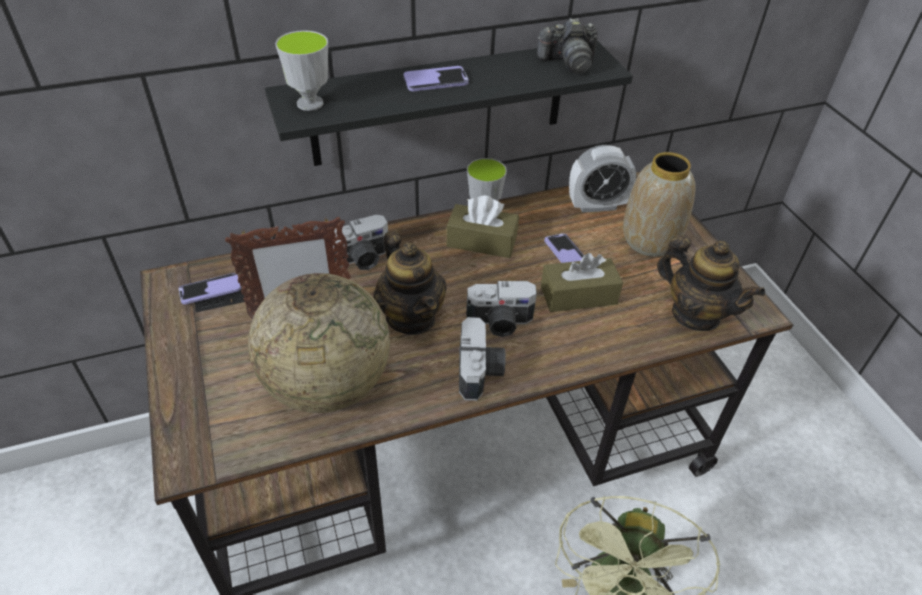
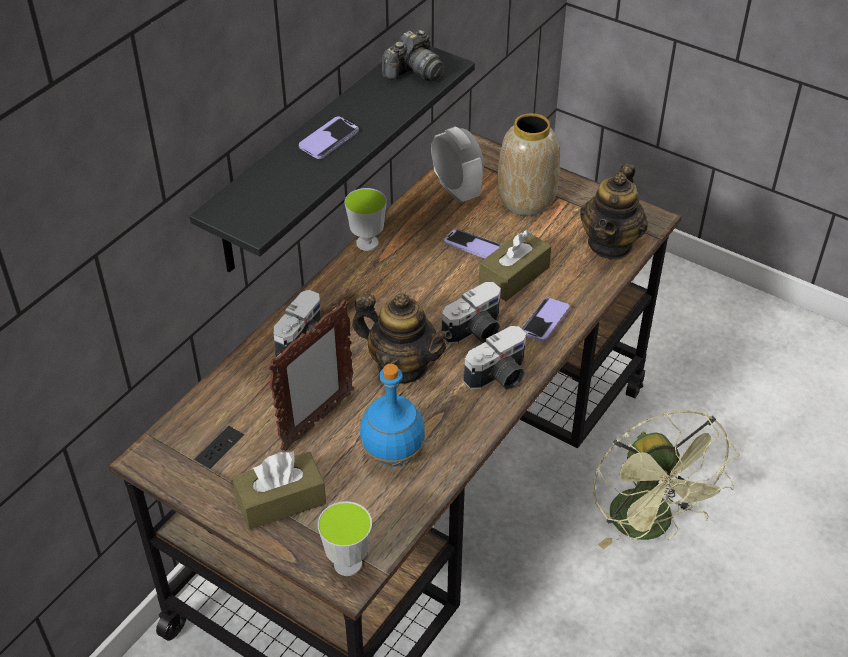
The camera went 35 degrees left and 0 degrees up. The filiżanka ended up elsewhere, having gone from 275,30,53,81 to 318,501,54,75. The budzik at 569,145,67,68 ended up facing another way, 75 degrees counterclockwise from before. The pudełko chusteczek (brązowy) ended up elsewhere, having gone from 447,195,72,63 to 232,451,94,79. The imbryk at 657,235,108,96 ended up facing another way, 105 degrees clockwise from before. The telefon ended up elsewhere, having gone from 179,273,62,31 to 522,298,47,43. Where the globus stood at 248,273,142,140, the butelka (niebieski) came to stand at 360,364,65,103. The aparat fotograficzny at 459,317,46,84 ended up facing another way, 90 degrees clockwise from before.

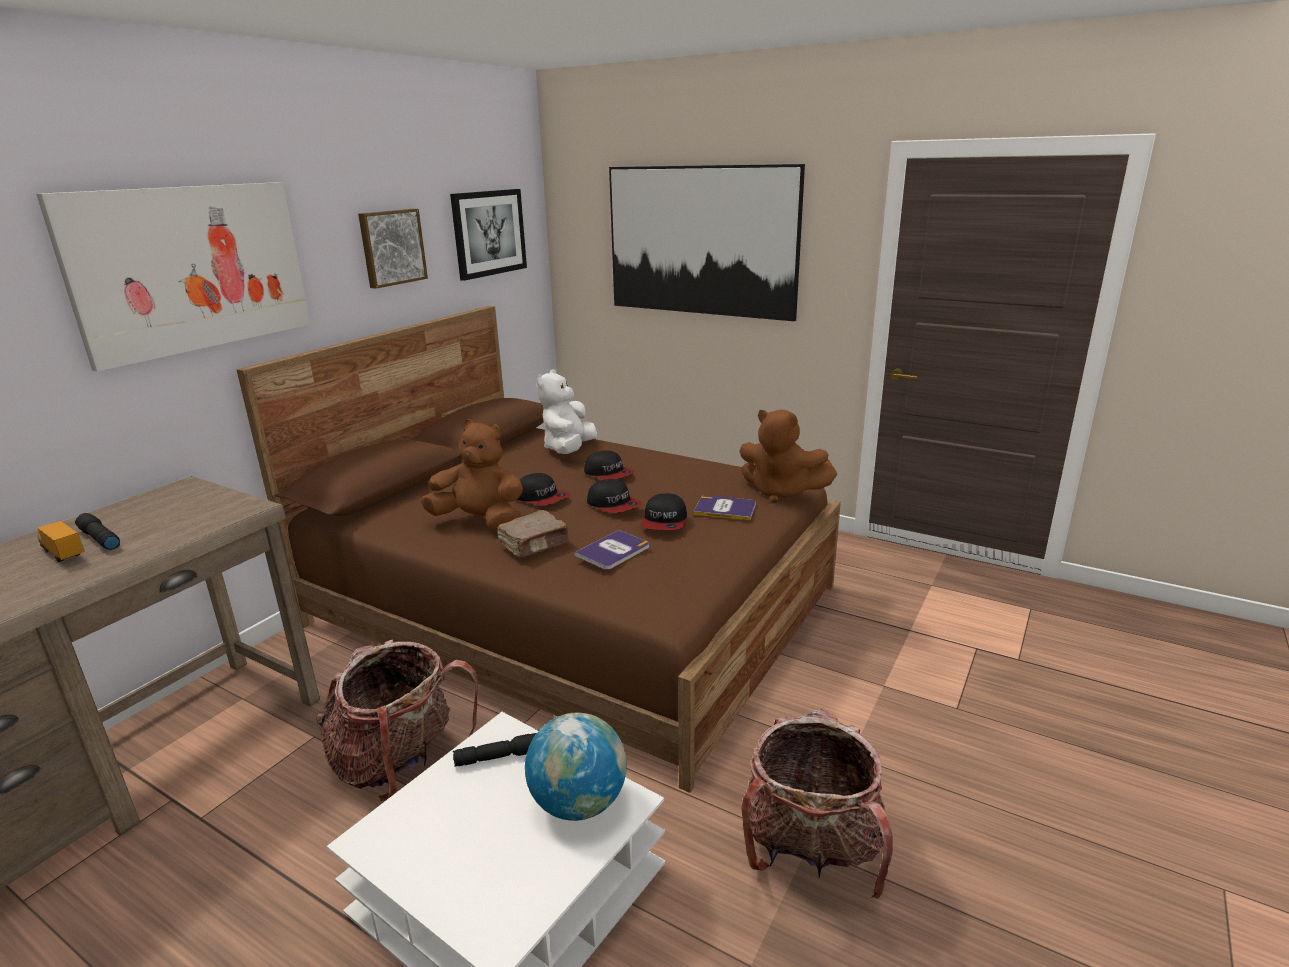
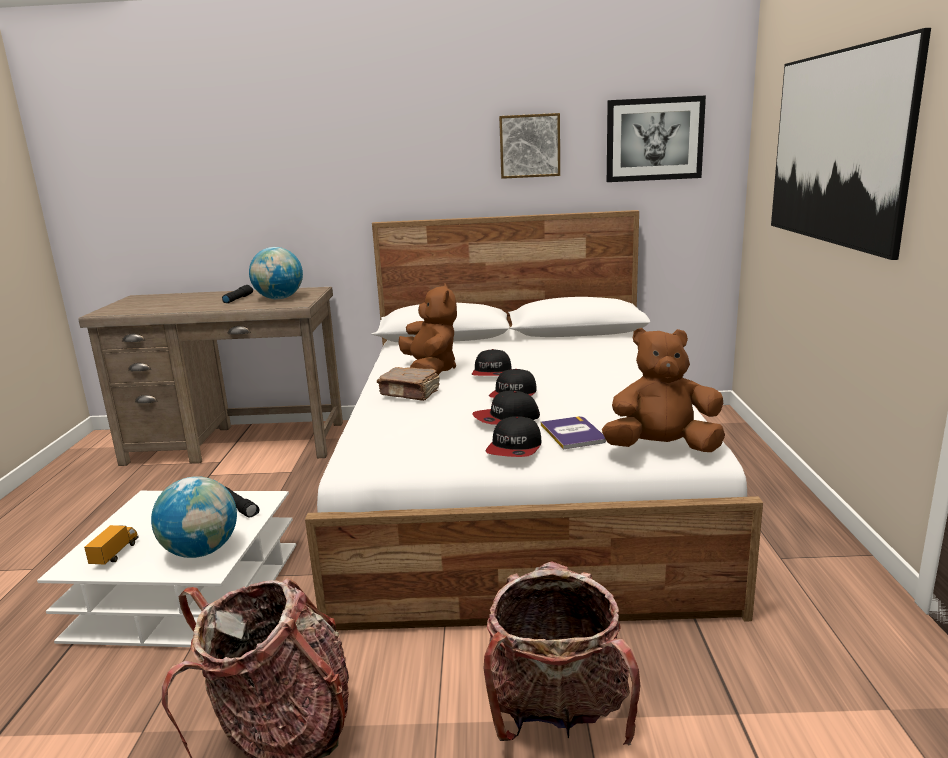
The camera went 60 degrees right and 5 degrees down. The second view lost the obraz at 36,182,275,190. What was the łóżko (brązowy) at 236,306,605,487 turned into the łóżko (biały) at 305,210,458,420. The second view lost the pluszak (biały) at 536,370,61,84. The pluszak (brązowy) at 739,409,98,94 ended up facing another way, 90 degrees clockwise from before. The czapka z daszkiem ended up elsewhere, having gone from 584,450,50,30 to 485,417,56,40. The ciężarówka zabawkowa ended up elsewhere, having gone from 38,521,47,41 to 84,525,55,39. The second view lost the książka at 575,530,74,40. The plecak ended up elsewhere, having gone from 316,639,162,162 to 483,561,157,184. The second view gained the globus at 249,247,54,52.

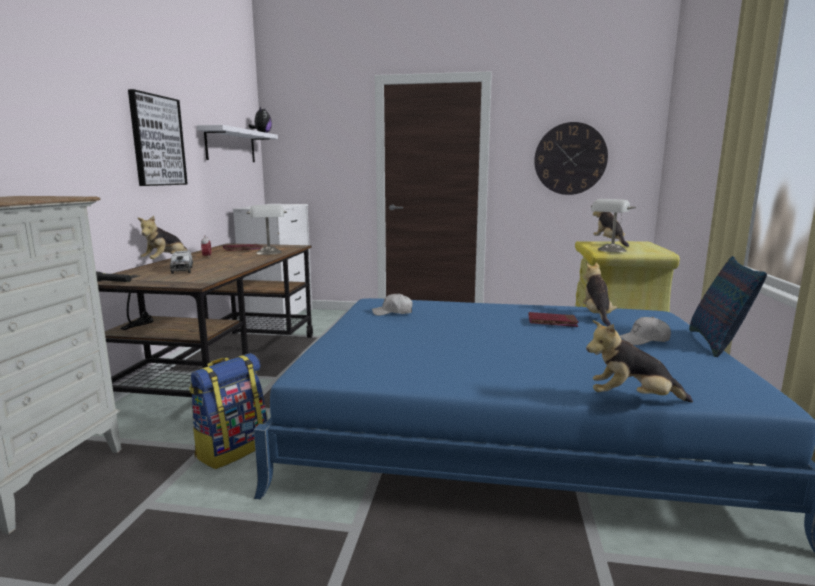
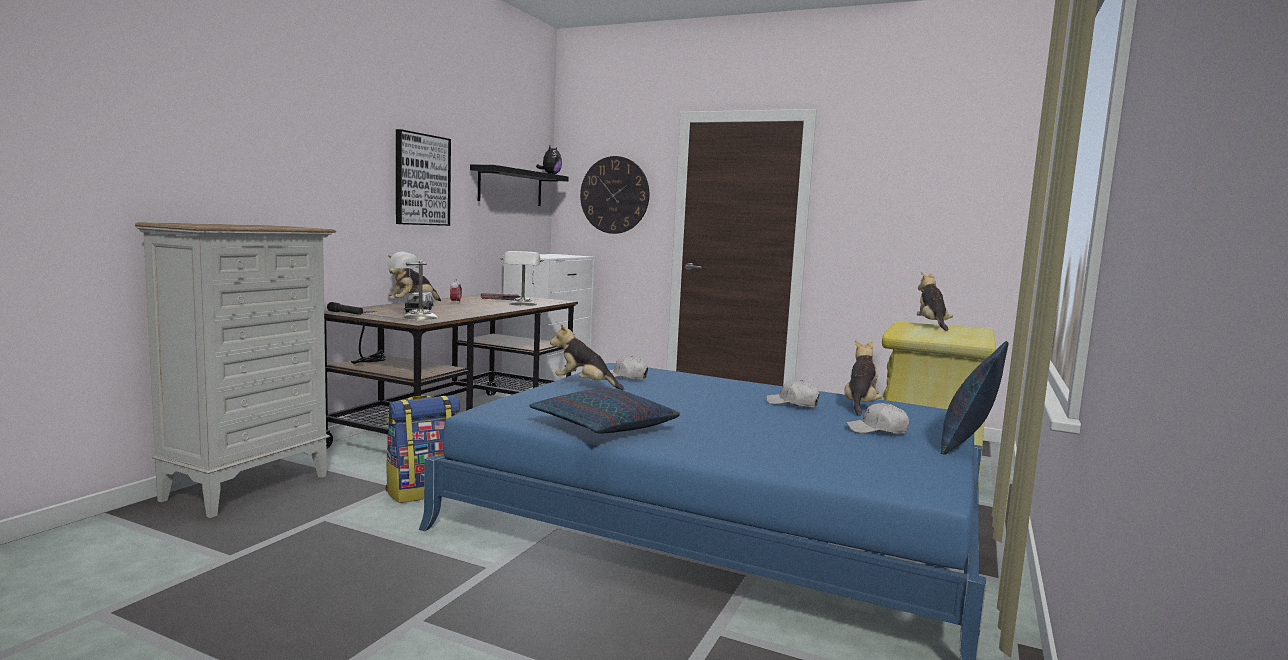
The camera went 15 degrees right and 5 degrees down. The zegar ścienny ended up elsewhere, having gone from 534,122,74,73 to 580,156,69,78. What was the półka (biały) at 197,125,81,37 turned into the półka (czarny) at 470,164,99,42. The lampa stołowa (biały) ended up elsewhere, having gone from 591,199,45,53 to 387,252,51,68. Where the książka (czerwony) stood at 528,312,51,15, the czapka z daszkiem (biały) came to stand at 766,380,53,27. The pluszak ended up elsewhere, having gone from 586,320,107,83 to 550,324,74,67. The second view gained the poduszka (niebieski) at 529,388,151,45.

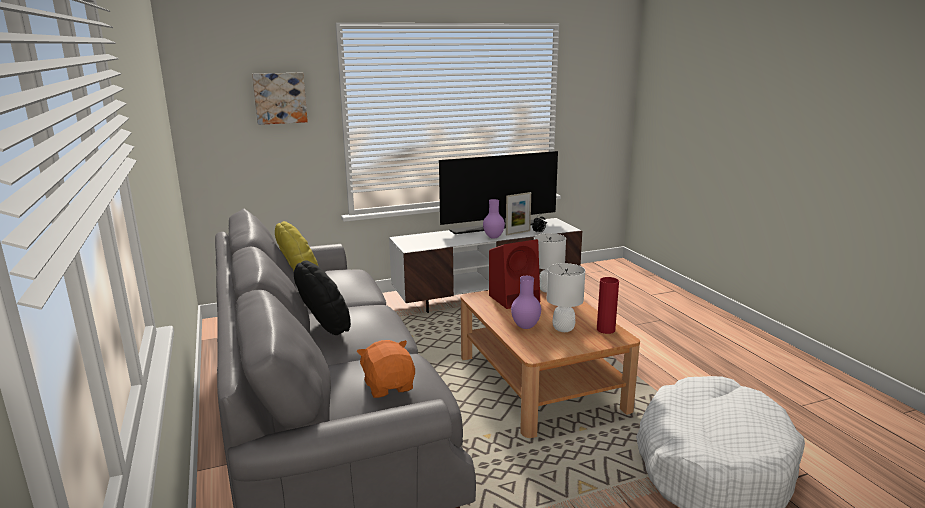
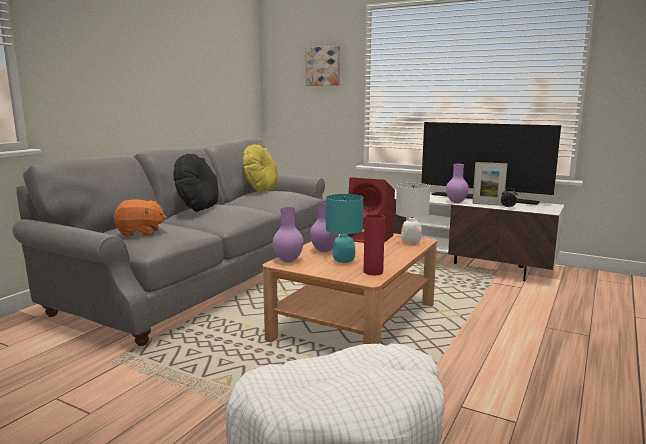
The camera went 50 degrees right and 5 degrees down. What was the lampa stołowa (biały) at 547,263,38,69 turned into the lampa stołowa (turkusowy) at 326,194,37,69. The pluszak (pomarańczowy) at 357,340,58,58 ended up facing another way, 60 degrees clockwise from before. The second view gained the wazon (fioletowy) at 273,207,31,55.

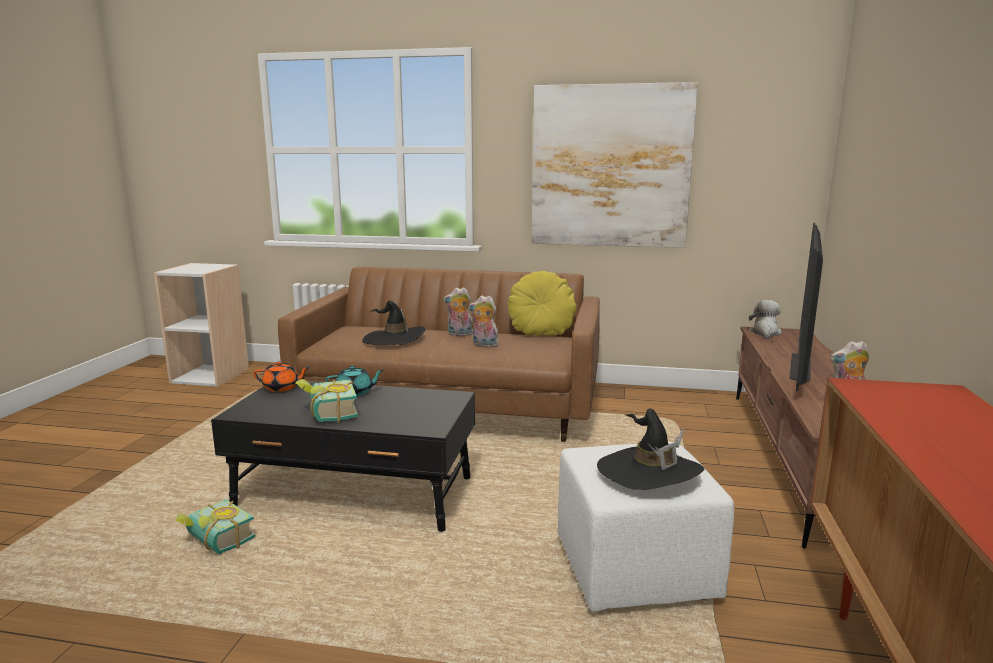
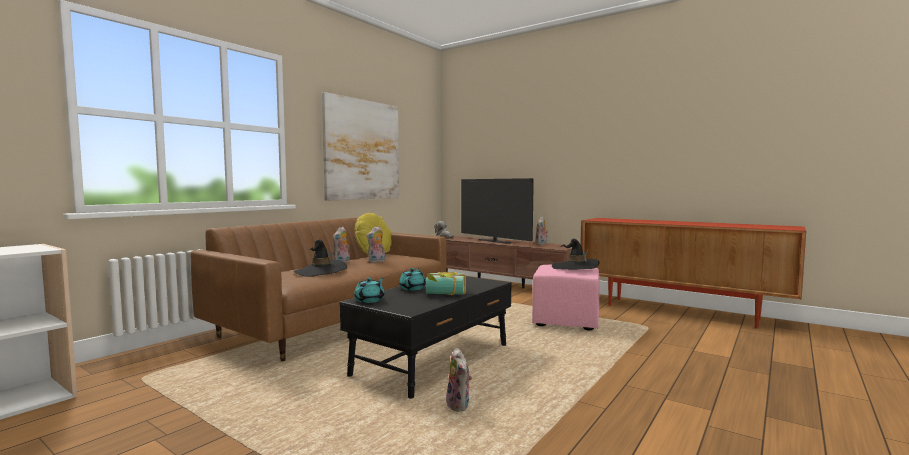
The camera went 65 degrees left and 10 degrees down. What was the imbryk (pomarańczowy) at 253,361,57,31 turned into the imbryk (turkusowy) at 354,277,31,26. What was the pufa (biały) at 558,442,176,170 turned into the pufa (różowy) at 532,265,68,66. Where the książka stood at 175,499,81,55, the pluszak came to stand at 446,348,26,64.

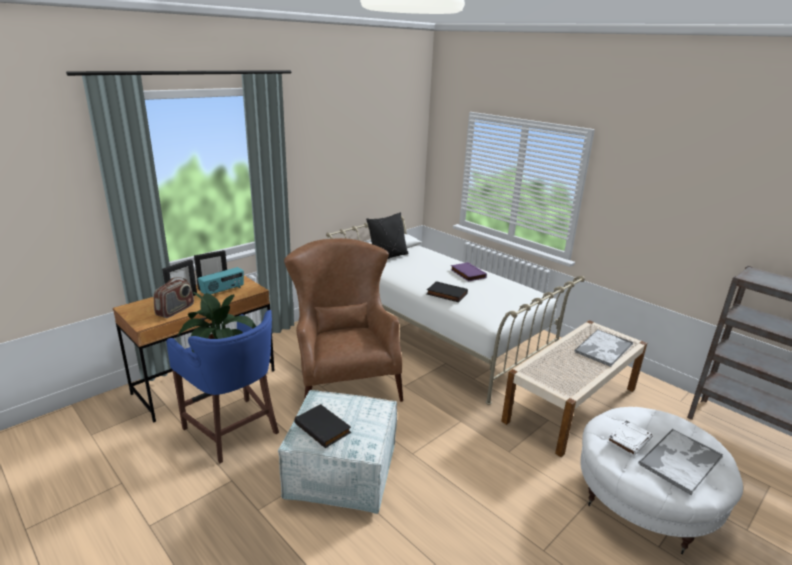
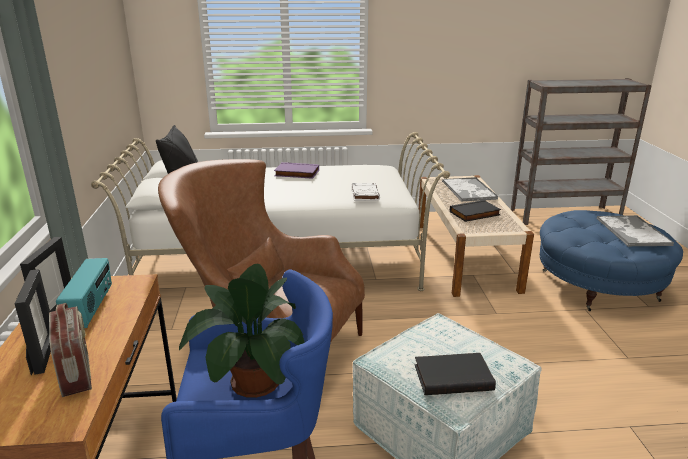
The camera went 50 degrees left and 0 degrees up. The książka (czarny) ended up elsewhere, having gone from 427,281,41,21 to 450,200,51,22. What was the pufa (biały) at 580,407,163,147 turned into the pufa (niebieski) at 540,210,143,101. The książka (biały) ended up elsewhere, having gone from 607,420,45,36 to 352,183,28,18.

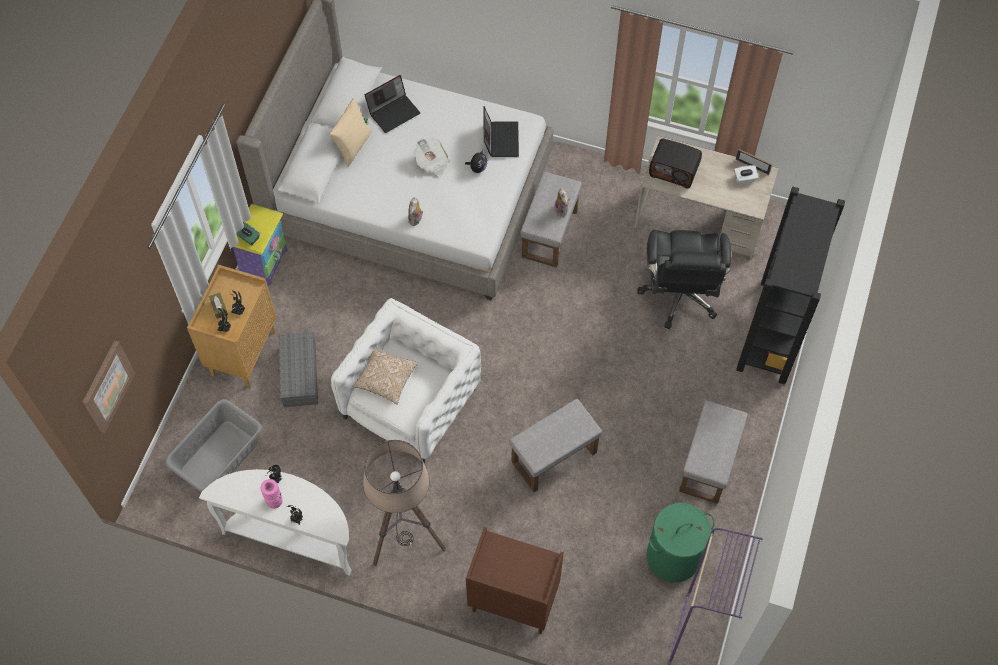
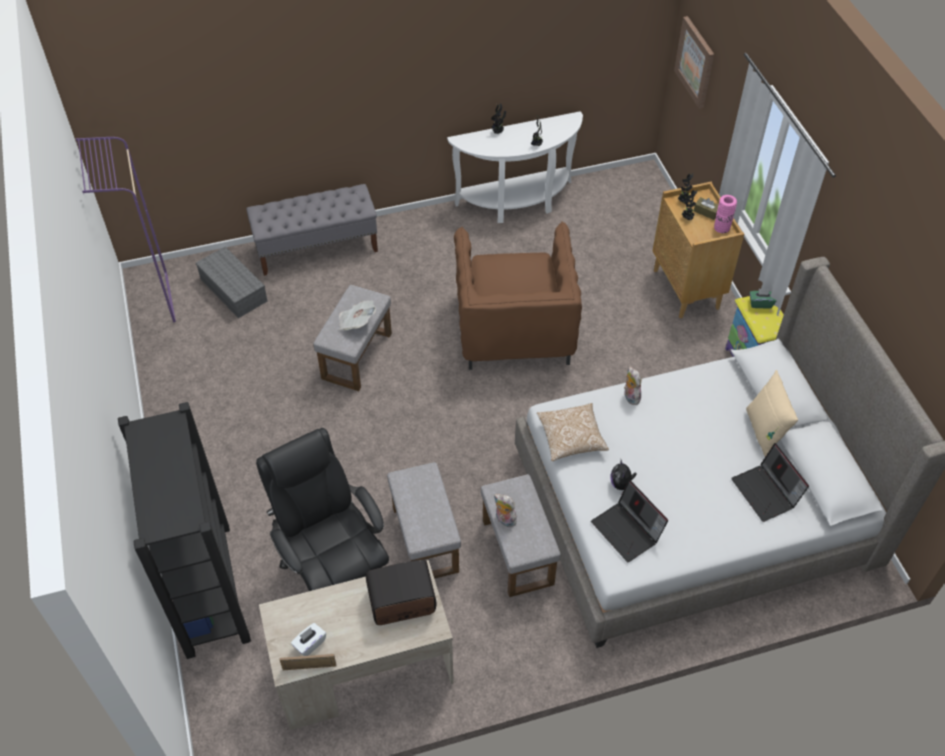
The camera went 145 degrees right and 10 degrees down. The laptop at 365,75,55,58 ended up facing another way, 45 degrees counterclockwise from before. The gazeta ended up elsewhere, having gone from 413,138,37,39 to 339,300,37,30. What was the fotel (biały) at 331,298,150,165 turned into the fotel (brązowy) at 454,222,128,148. The pojemnik do przechowywania (szary) ended up elsewhere, having gone from 279,332,39,75 to 196,246,72,72. The poduszka ended up elsewhere, having gone from 353,348,65,56 to 537,403,72,58. The second view lost the kosz na pranie (szary) at 166,399,96,93. The pufa (szary) ended up elsewhere, having gone from 679,400,69,104 to 387,462,74,117. The second view lost the lampa stojąca at 363,440,83,126. The wazon (różowy) ended up elsewhere, having gone from 260,479,23,30 to 714,195,23,38. The second view lost the kosz na pranie (zielony) at 646,503,69,79. Where the szafka (brązowy) stood at 466,527,98,107, the ławka (szary) came to stand at 246,184,132,92.

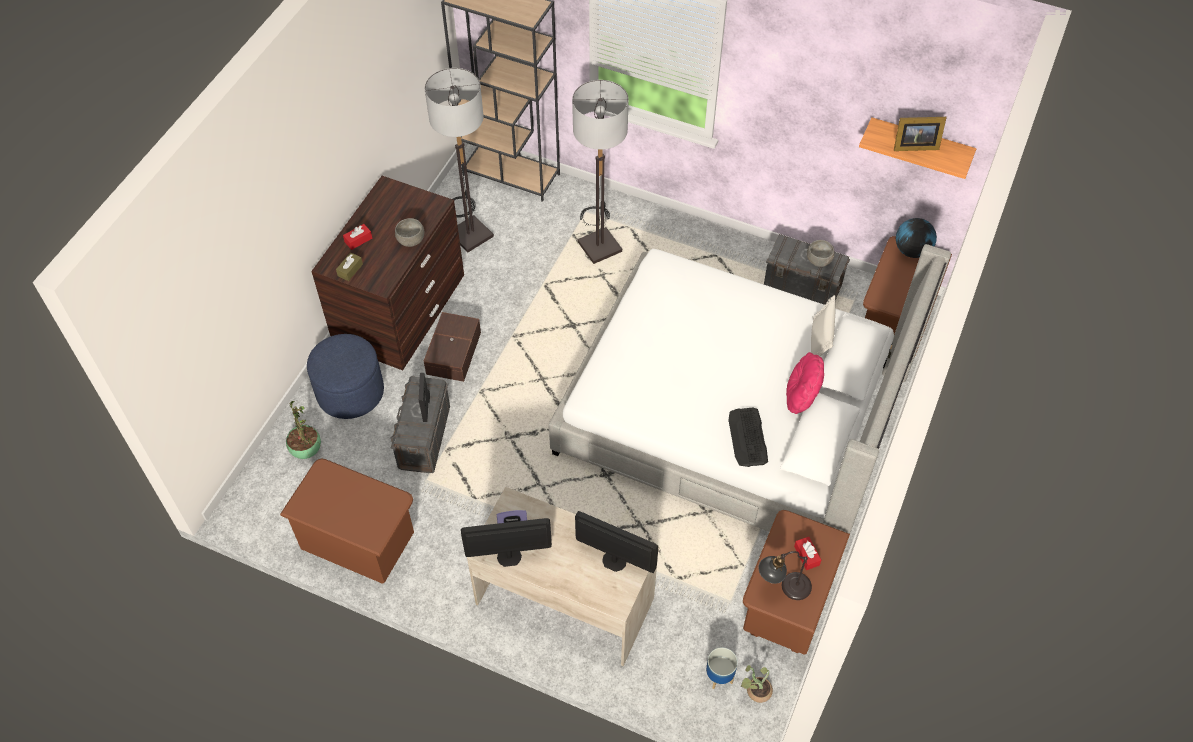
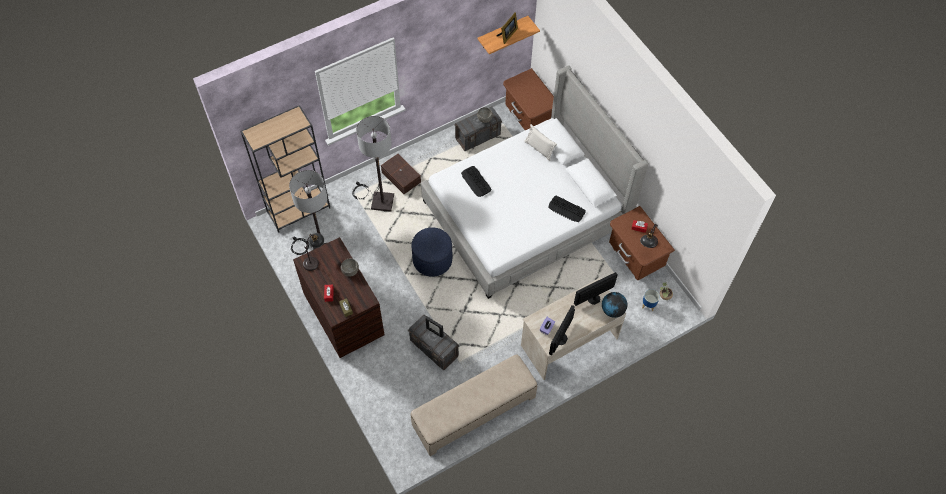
The camera went 55 degrees left and 5 degrees up. The globus ended up elsewhere, having gone from 896,218,41,40 to 602,292,25,26. The pojemnik do przechowywania (brązowy) ended up elsewhere, having gone from 424,312,57,70 to 381,154,40,40. The pufa (niebieski) ended up elsewhere, having gone from 307,334,77,85 to 411,227,41,50. The second view lost the poduszka (różowy) at 786,352,38,62. The second view lost the roślina doniczkowa at 286,401,35,58. Where the szafka nocna (brązowy) stood at 280,458,134,126, the ławka (beżowy) came to stand at 410,354,127,102. The second view gained the klawiatura at 461,166,31,31. The second view gained the lampa stołowa (szary) at 303,233,21,38.

